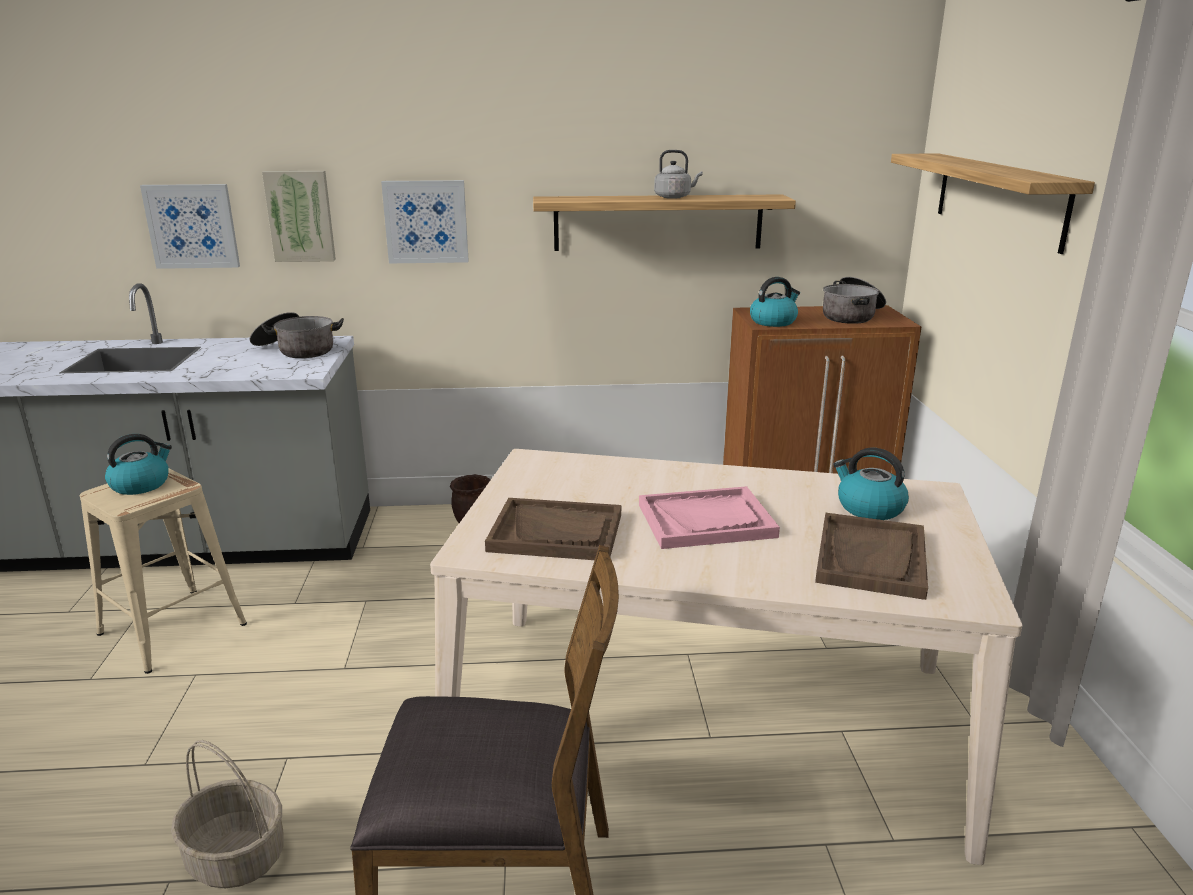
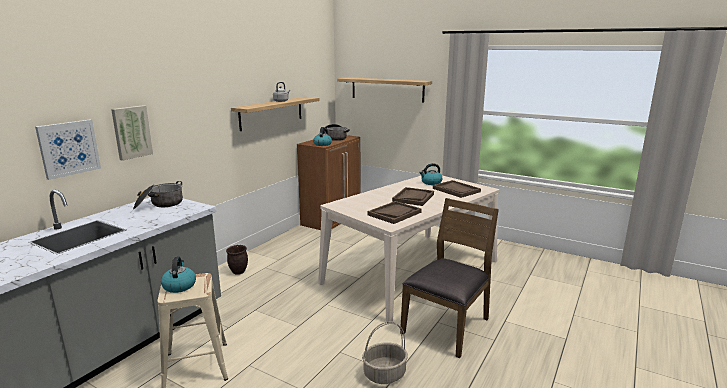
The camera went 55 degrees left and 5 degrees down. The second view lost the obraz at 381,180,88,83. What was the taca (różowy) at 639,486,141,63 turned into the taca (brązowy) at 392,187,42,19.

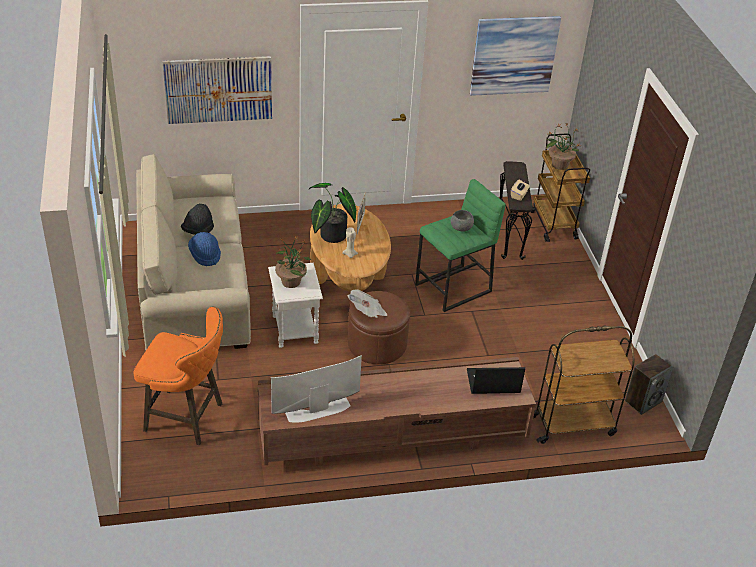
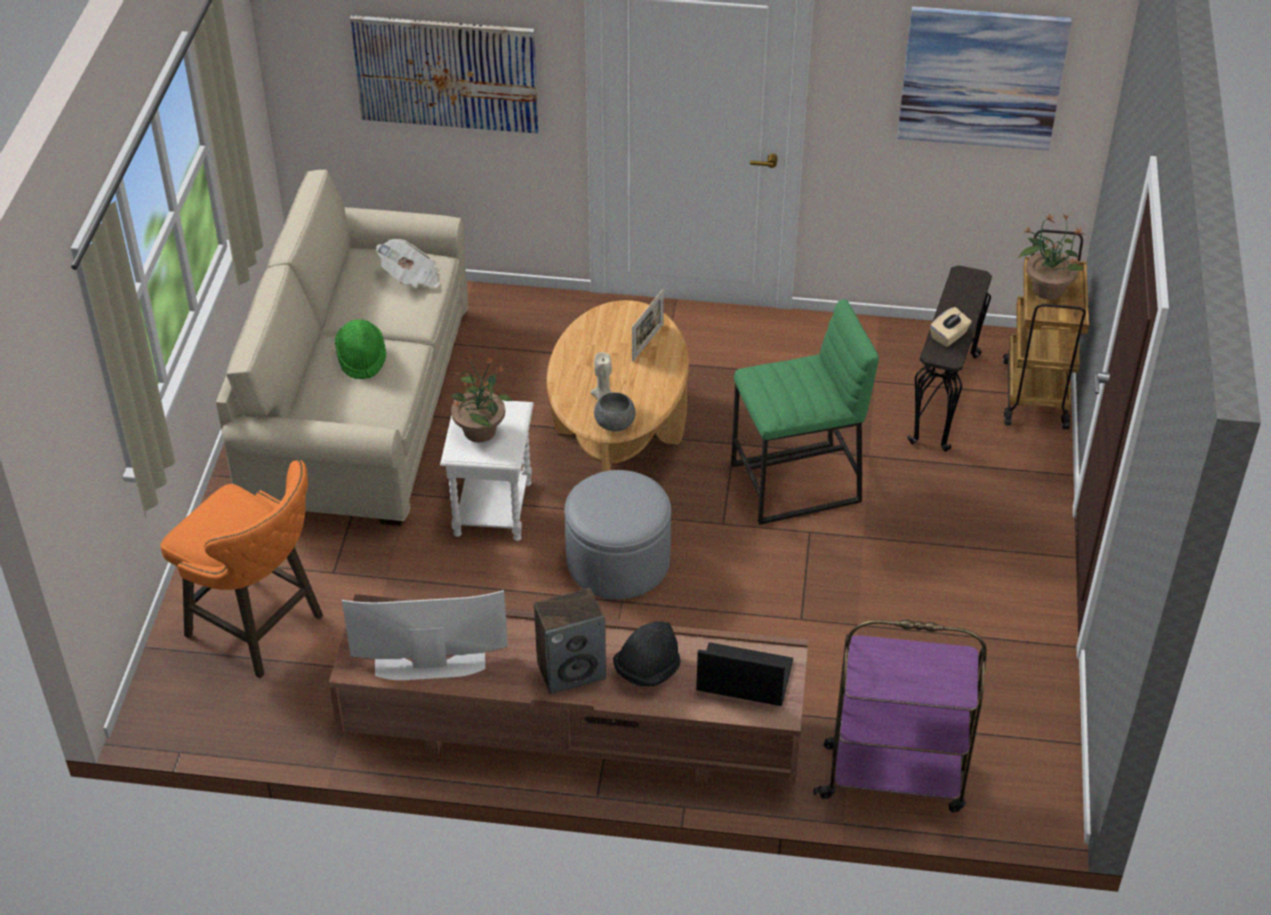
The camera went 20 degrees right and 5 degrees up. The second view lost the roślina doniczkowa at 309,183,47,60. The kapelusz (czarny) ended up elsewhere, having gone from 181,204,33,31 to 613,621,67,66. The miska (szary) ended up elsewhere, having gone from 451,210,23,22 to 594,392,42,39. What was the kapelusz (niebieski) at 188,232,33,34 turned into the kapelusz (zielony) at 335,319,51,60. The gazeta ended up elsewhere, having gone from 347,289,41,29 to 376,239,63,49. What was the pufa (brązowy) at 348,291,62,74 turned into the pufa (szary) at 564,470,107,130. What was the wózek (brązowy) at 533,326,101,118 turned into the wózek (fioletowy) at 813,620,174,192. The głośnik ended up elsewhere, having gone from 625,354,48,61 to 534,588,72,106.

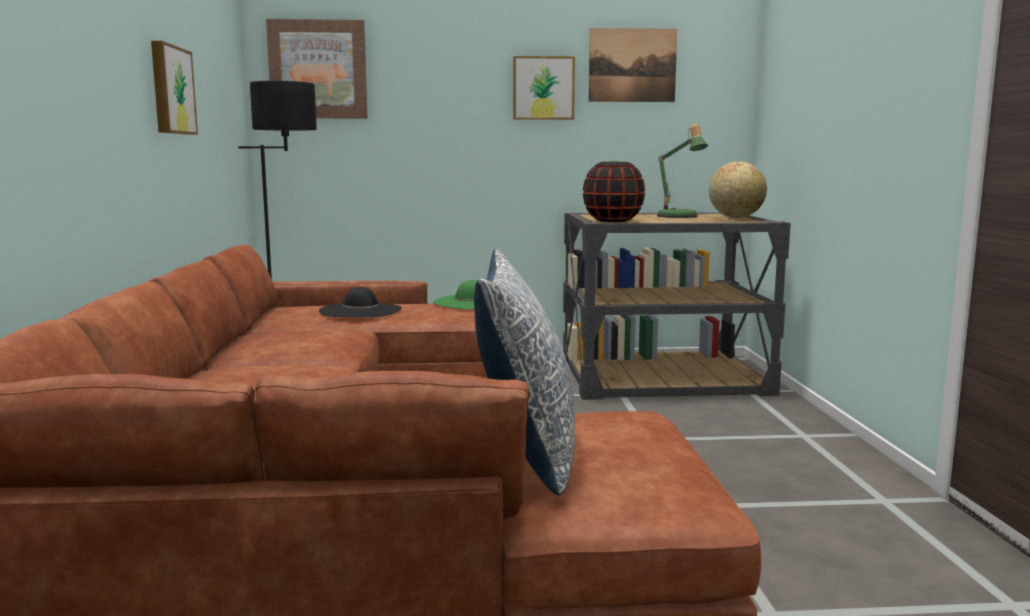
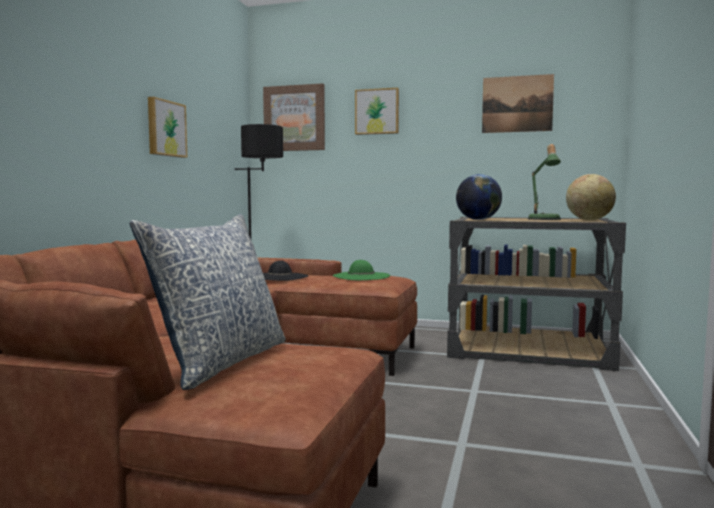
The camera went 20 degrees right and 5 degrees down. The obraz ended up elsewhere, having gone from 513,56,62,64 to 355,88,44,47. Where the wazon (czarny) stood at 583,162,62,60, the globus came to stand at 456,174,46,46.

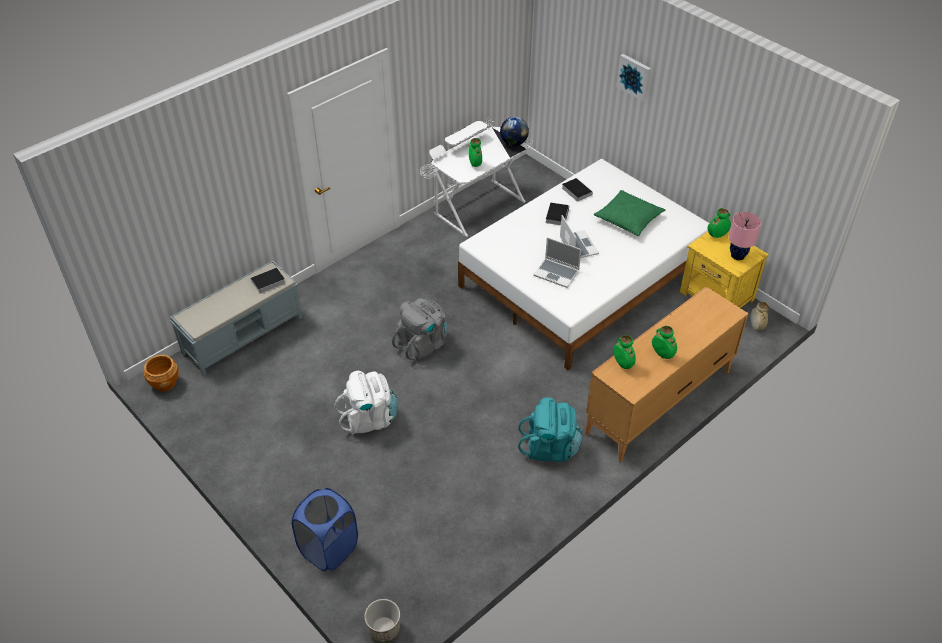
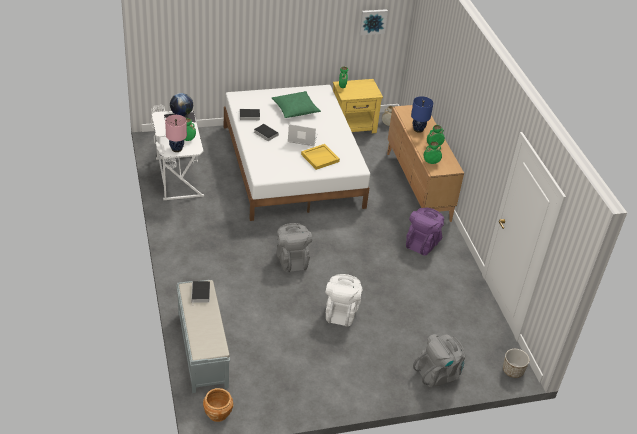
The camera went 65 degrees left and 5 degrees down. The obraz ended up elsewhere, having gone from 616,54,35,48 to 360,9,28,26. The lampa stołowa (różowy) ended up elsewhere, having gone from 728,212,33,48 to 165,115,22,37. Where the laptop stood at 533,237,48,51, the taca (żółty) came to stand at 301,144,39,26. What was the plecak (turkusowy) at 518,397,65,65 turned into the plecak (fioletowy) at 406,208,38,48. Where the kosz na pranie (niebieski) stood at 292,488,66,83, the plecak (szary) came to stand at 413,334,52,53. The second view gained the lampa stołowa (niebieski) at 411,96,22,37.

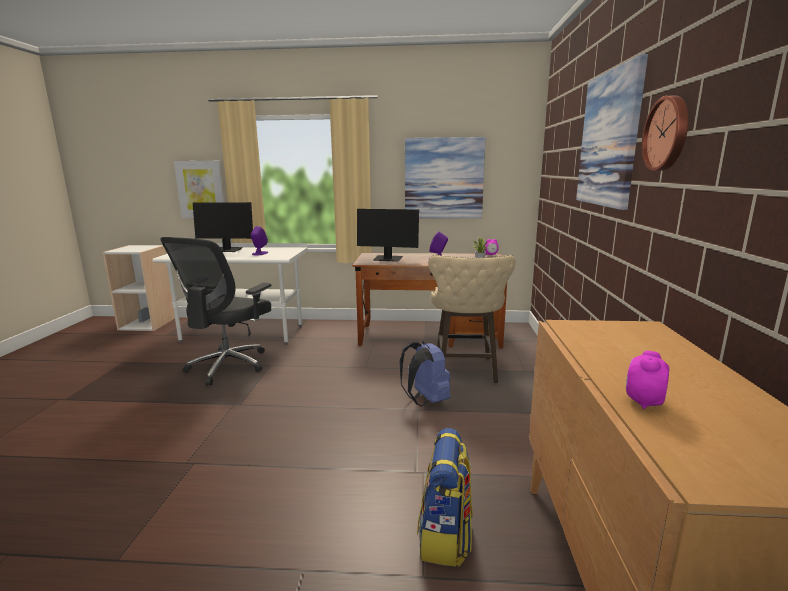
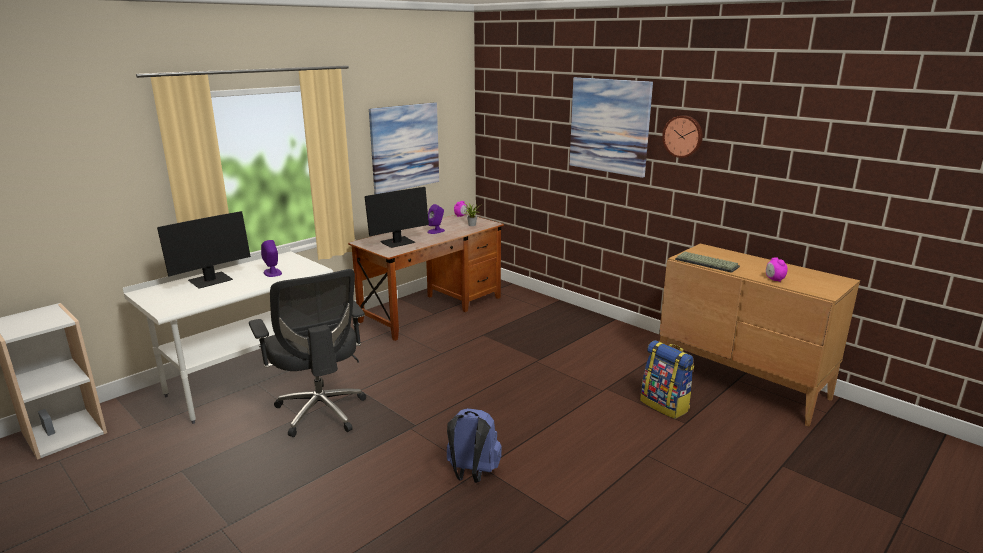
The camera went 50 degrees left and 5 degrees up. The second view lost the obraz at 174,161,50,57. The second view lost the stołek (beżowy) at 428,255,88,128. The plecak (niebieski) ended up elsewhere, having gone from 399,341,52,65 to 447,408,55,75. The second view gained the klawiatura at 675,252,65,21.

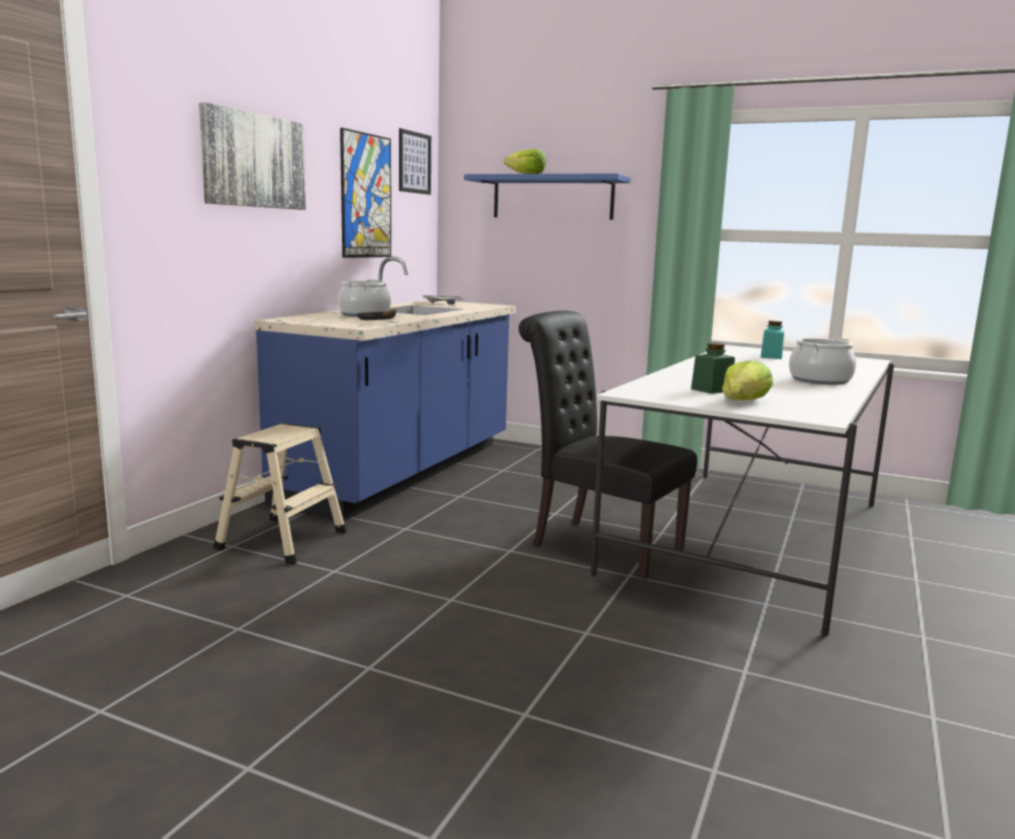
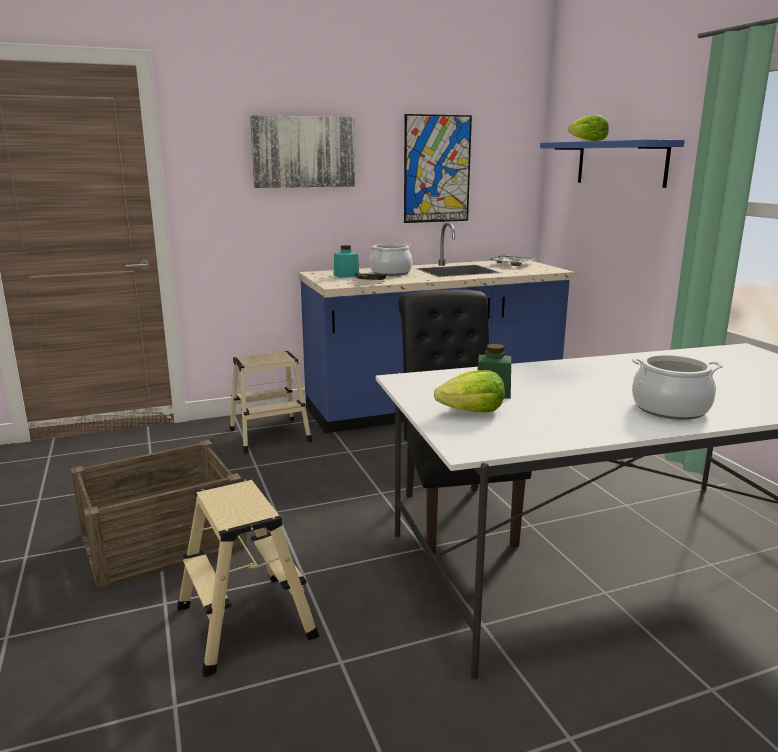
The camera went 45 degrees right and 5 degrees up. The second view lost the obraz at 399,128,32,67. The słoik (turkusowy) ended up elsewhere, having gone from 760,321,24,38 to 334,245,25,33. The second view gained the skrzynka at 71,440,176,150. The second view gained the drabinka (beżowy) at 177,477,142,200.

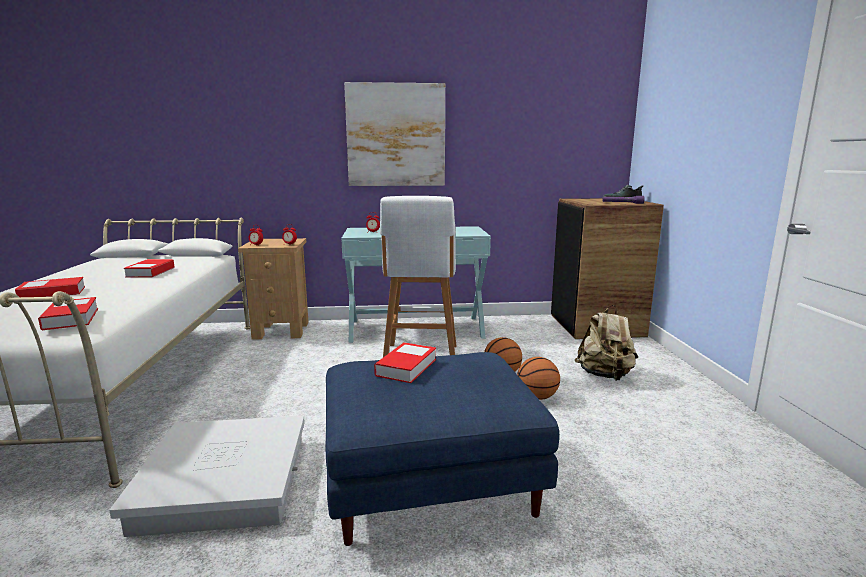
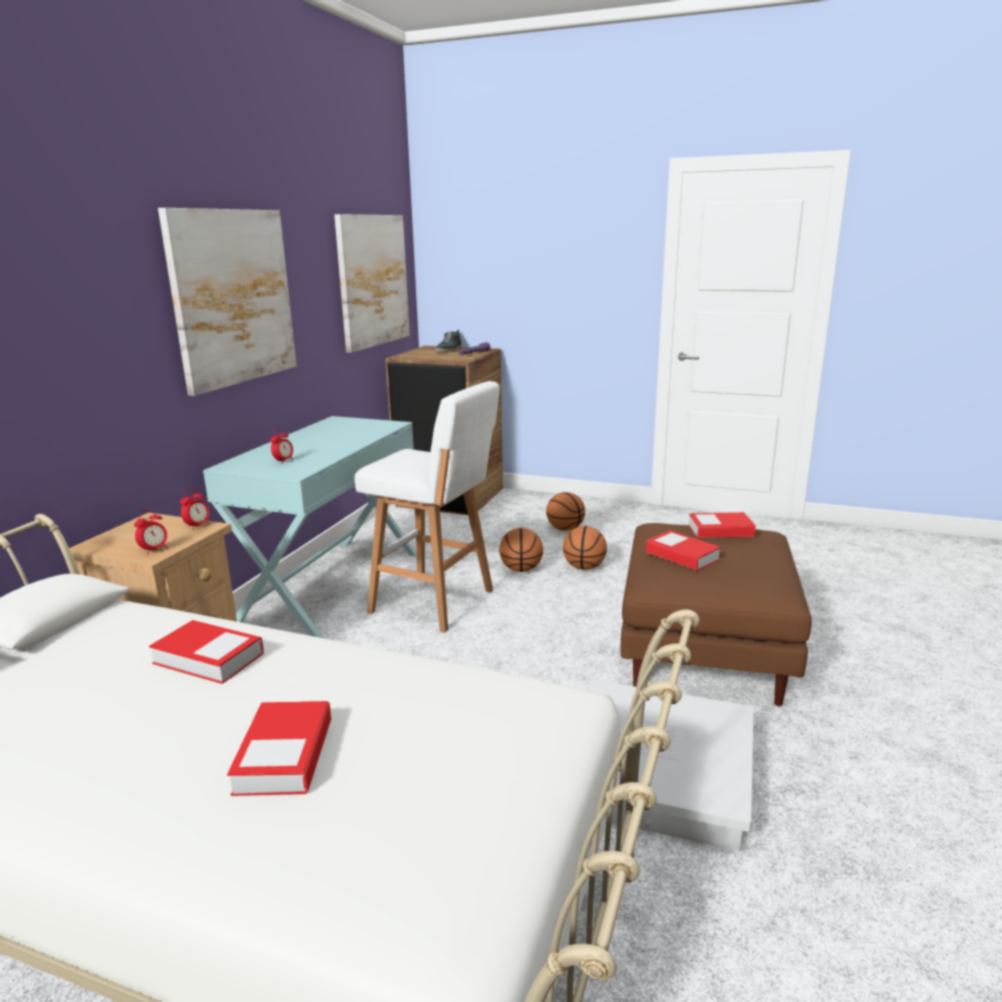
The camera went 65 degrees left and 5 degrees up. The książka ended up elsewhere, having gone from 38,297,60,33 to 688,512,68,26. Where the plecak (beżowy) stood at 575,305,63,76, the piłka do koszykówki came to stand at 546,492,39,39. What was the pufa (niebieski) at 326,352,233,194 turned into the pufa (brązowy) at 621,523,191,183. The second view gained the obraz at 334,214,76,139.

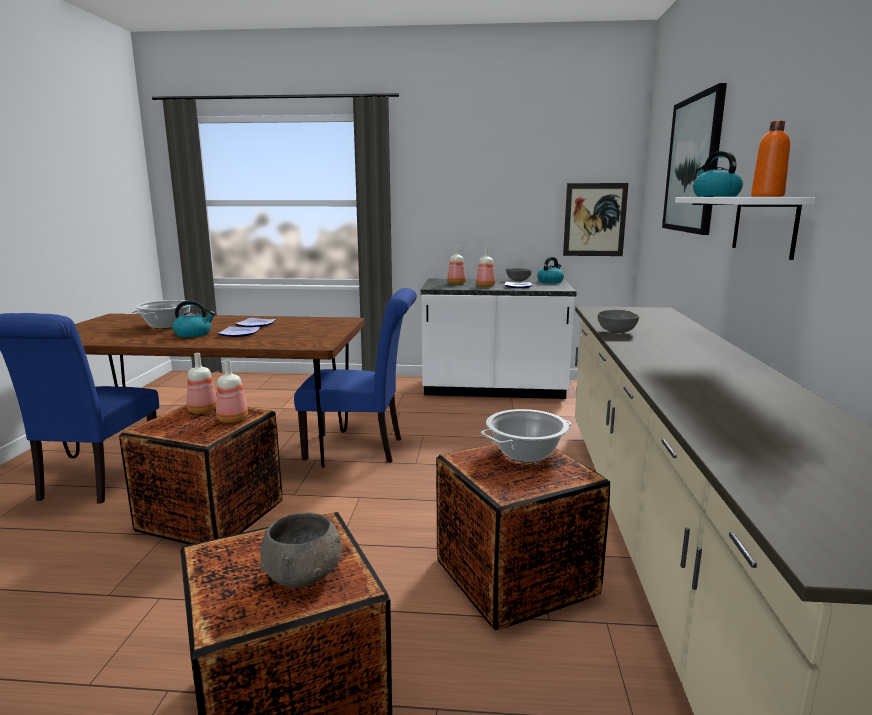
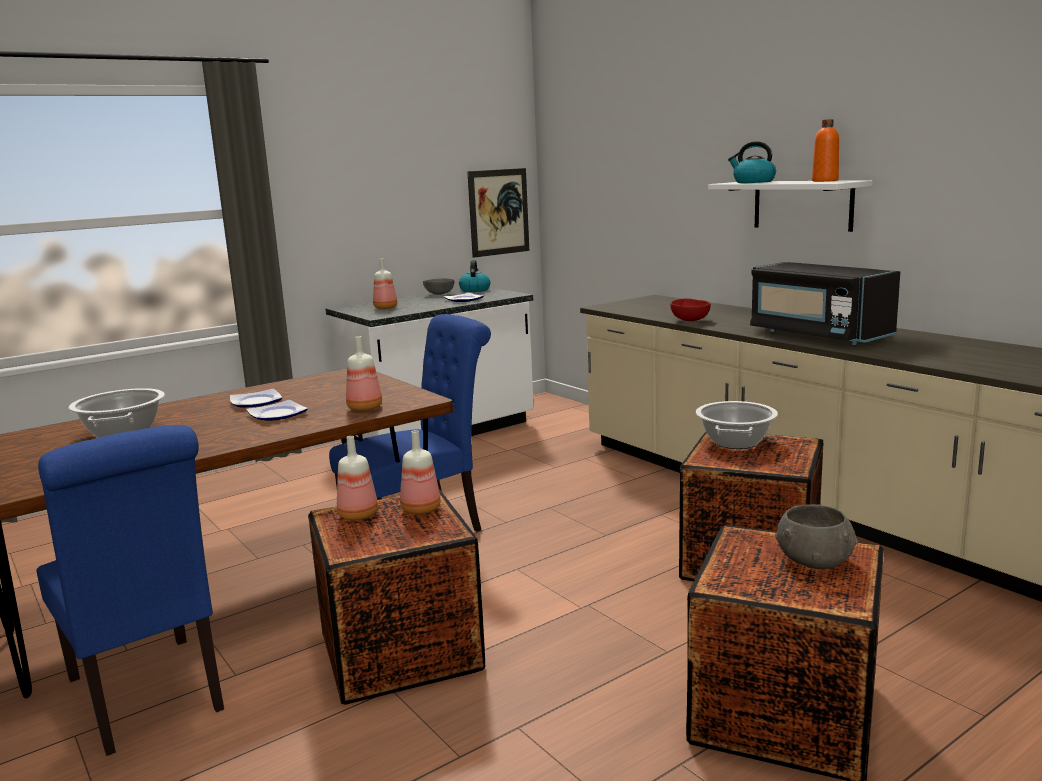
The camera went 40 degrees left and 0 degrees up. The second view lost the obraz at 662,83,65,152. The butelka ended up elsewhere, having gone from 476,247,19,40 to 346,336,36,75. The second view lost the czajnik at 172,300,43,37. What was the miska (szary) at 598,310,41,23 turned into the miska (czerwony) at 670,298,41,23. The second view gained the mikrofalówka (czarny) at 750,262,150,83.

